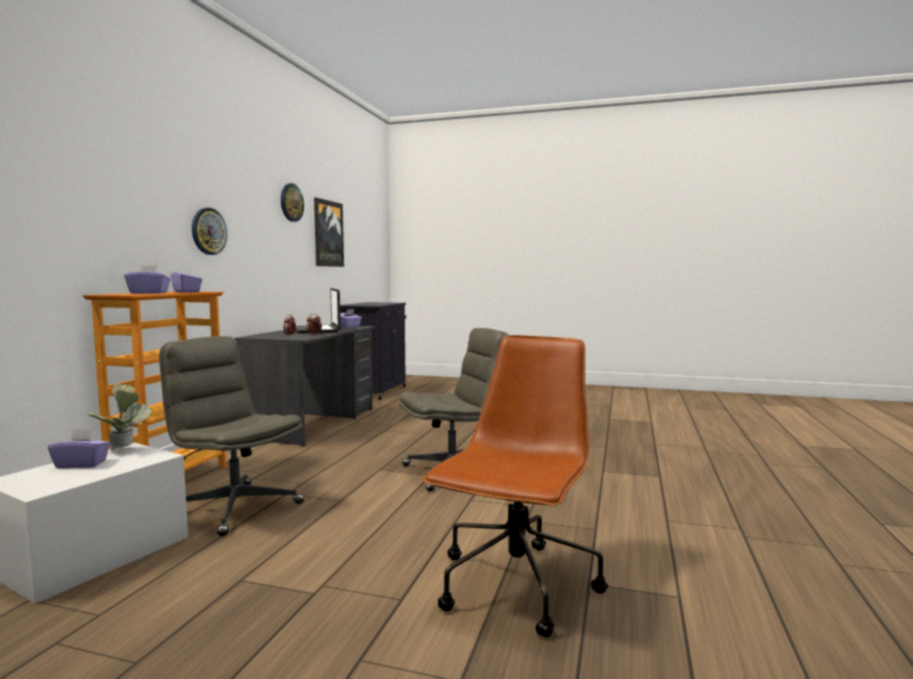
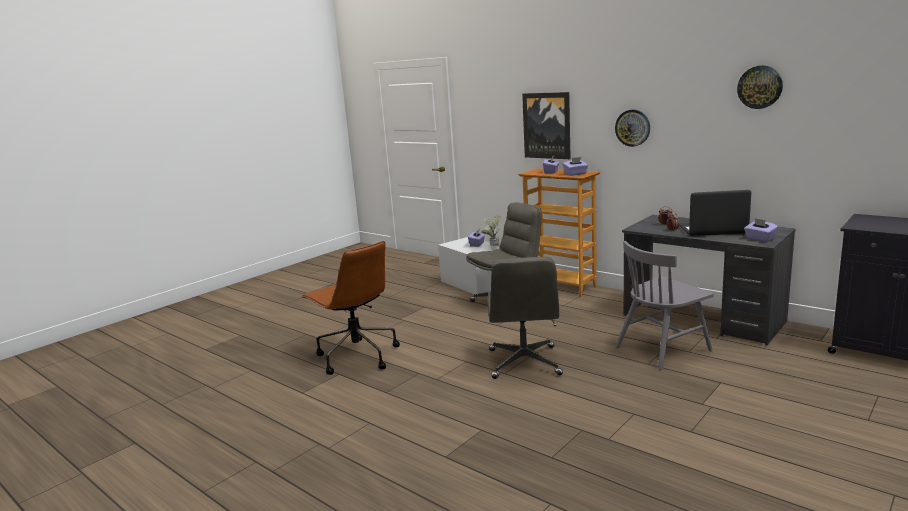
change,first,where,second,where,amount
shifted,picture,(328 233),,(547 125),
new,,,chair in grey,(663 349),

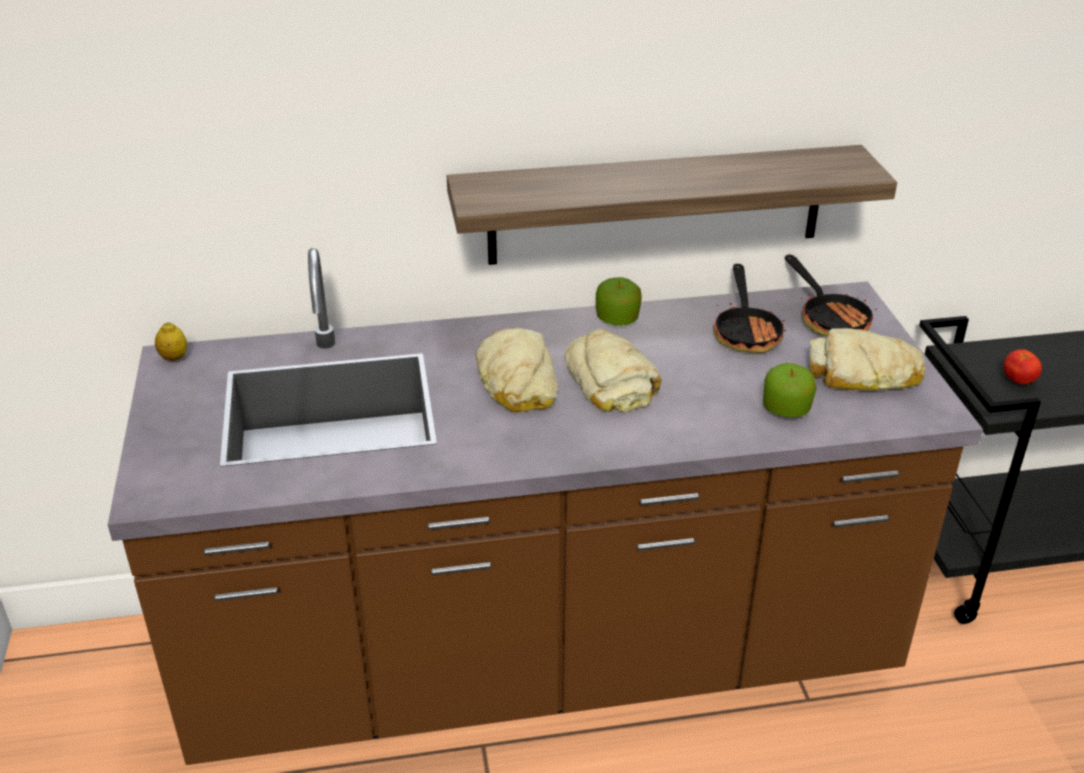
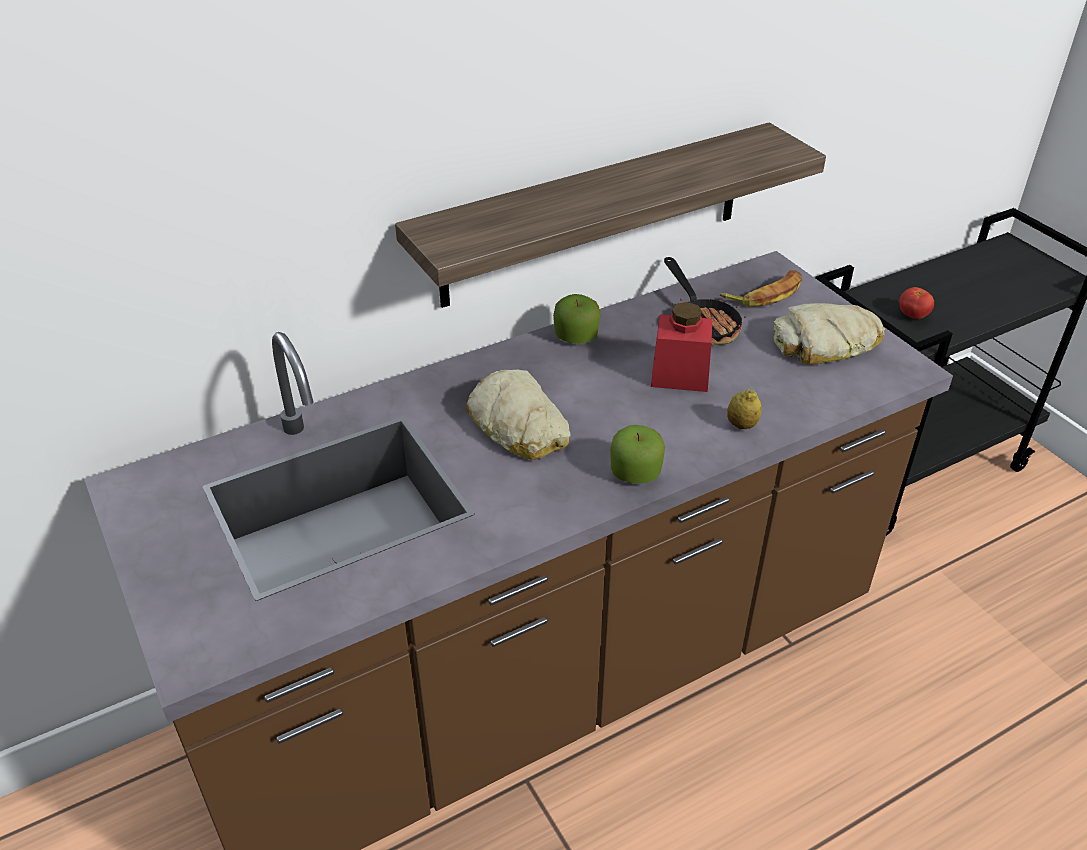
change,first,where,second,where,amount
shifted,lemon,(174 358),,(742 425),
gone,bread,(610 382),,,
shifted,apple,(786 409),,(635 472),
swapped,frying pan,(829 318),banana,(765 294),
new,,,jar in red,(680 375),

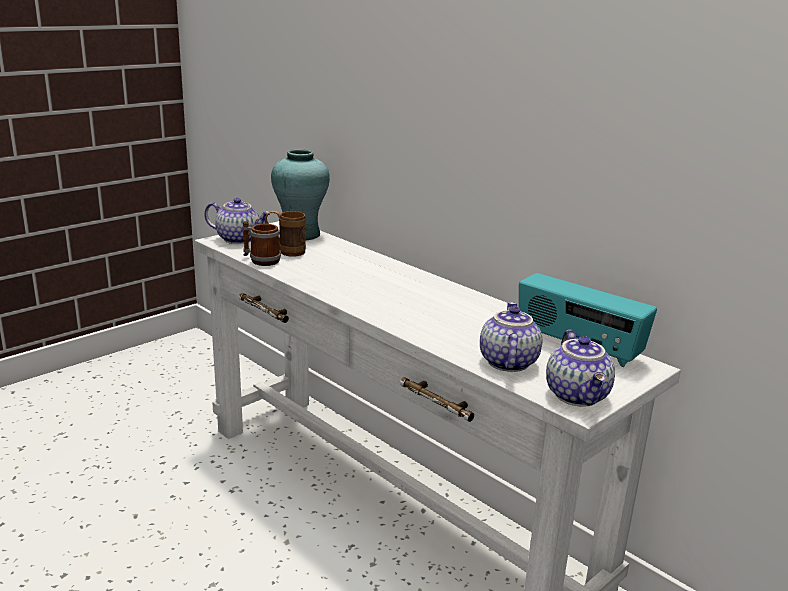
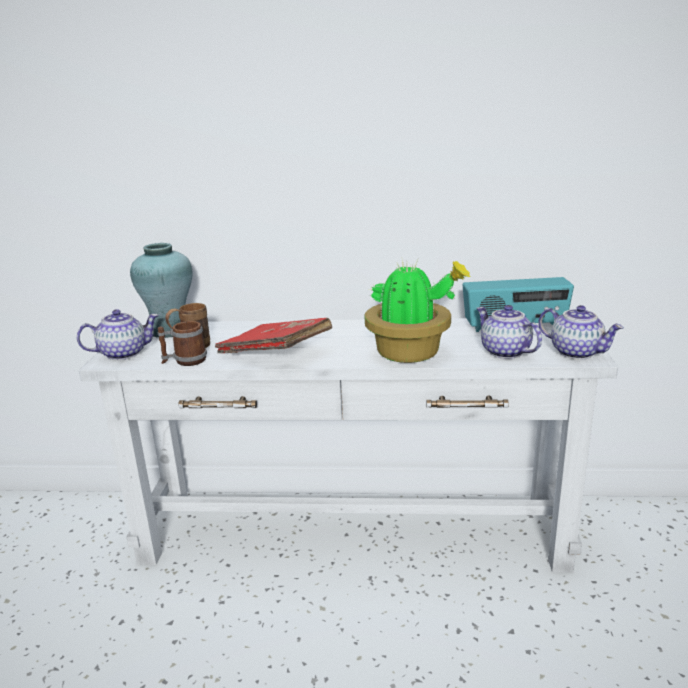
change,first,where,second,where,amount
new,,,book in red,(275 353),
new,,,potted plant,(411 353),

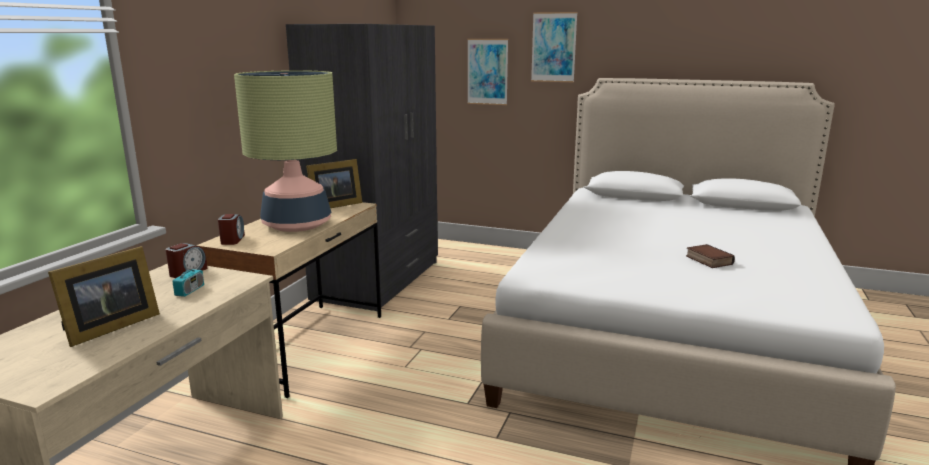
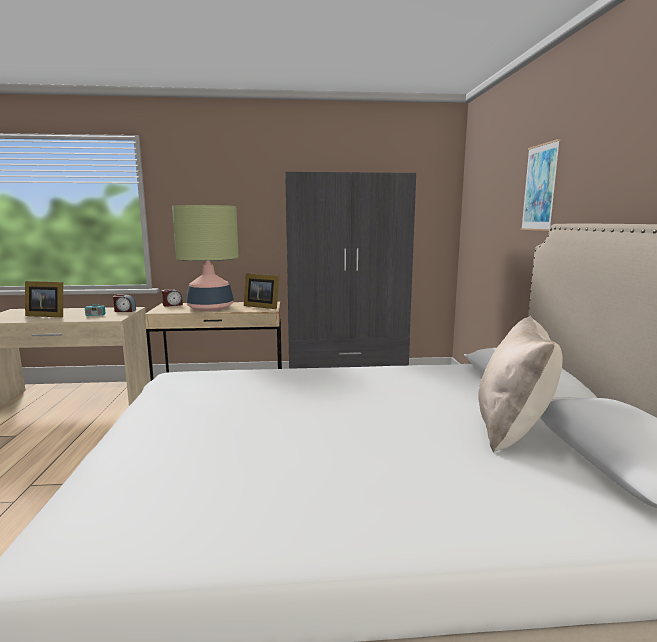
change,first,where,second,where,amount
gone,picture,(487 72),,,
gone,book,(707 260),,,
new,,,pillow in beige,(512 429),

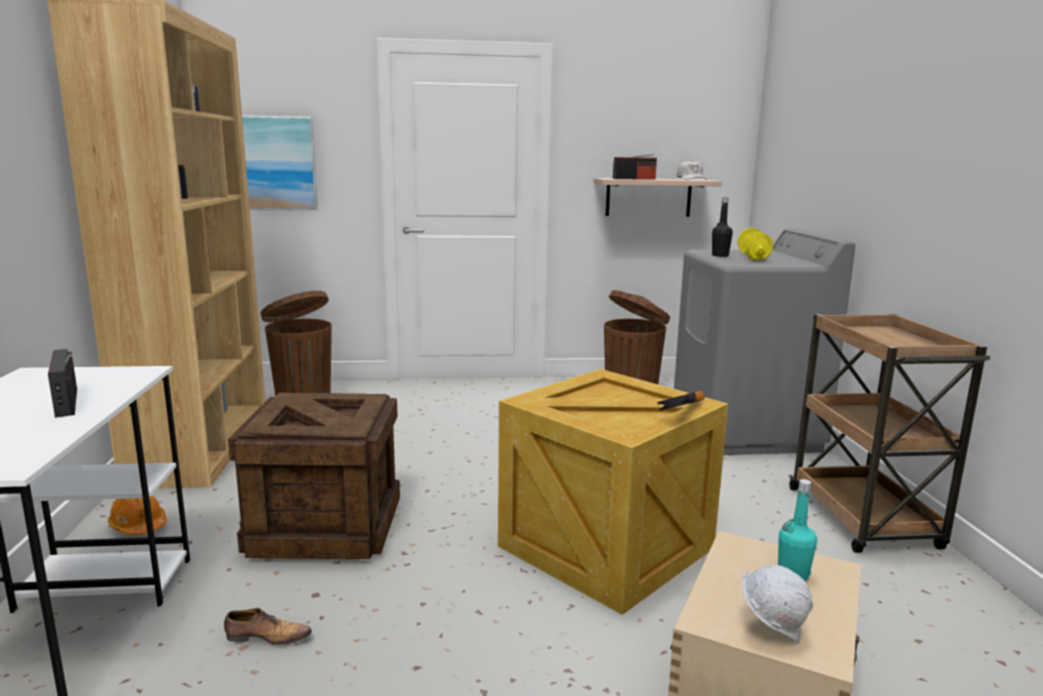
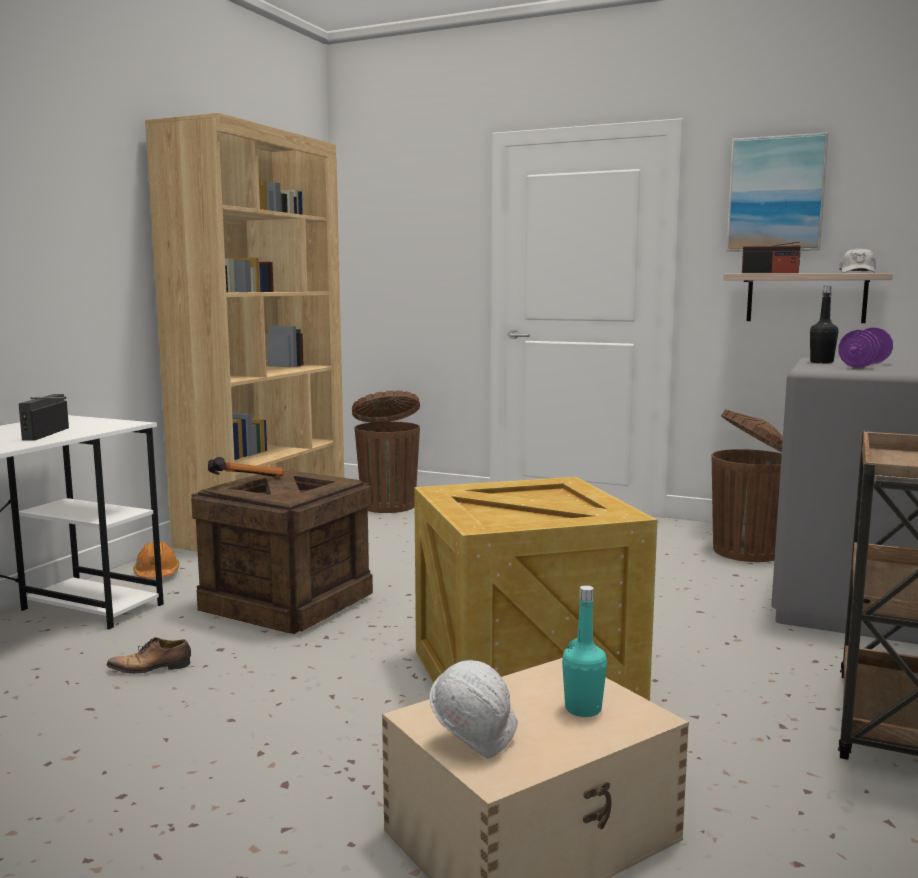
change,first,where,second,where,amount
rotated,shoe,(267 637),,(151 668),135 degrees clockwise
shifted,picture,(278 163),,(776 194),
shifted,hammer,(680 413),,(245 481),
repainted,dumbbell in yellow,(753 257),dumbbell in purple,(864 365),

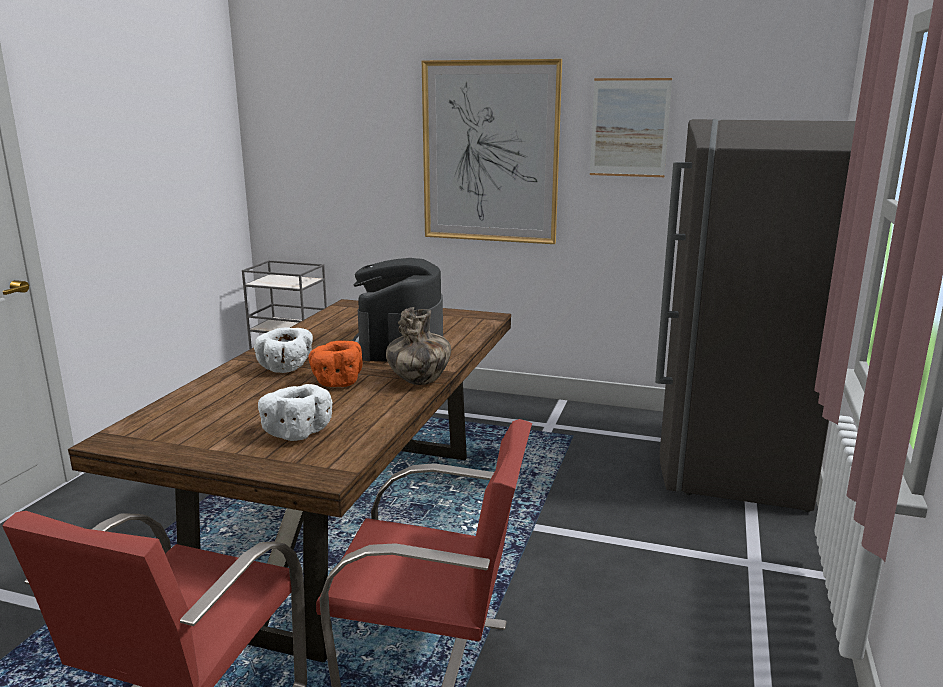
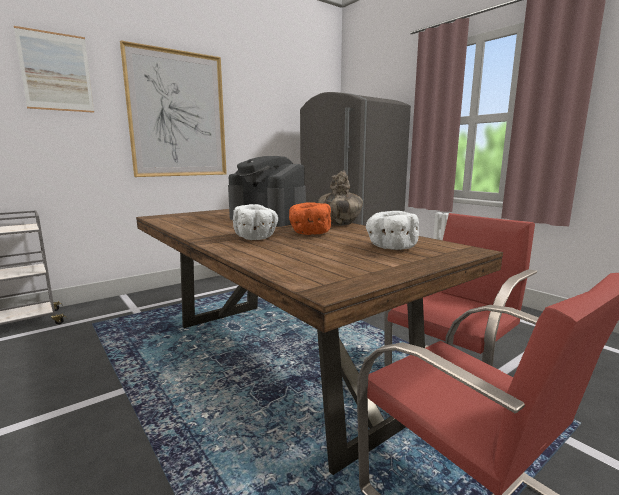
change,first,where,second,where,amount
shifted,picture,(629 128),,(56 72),

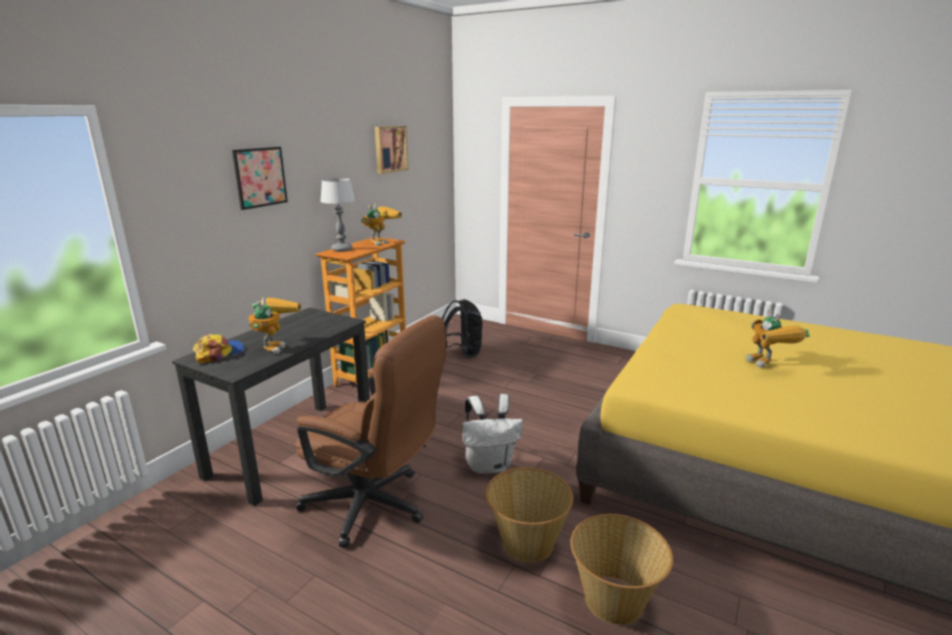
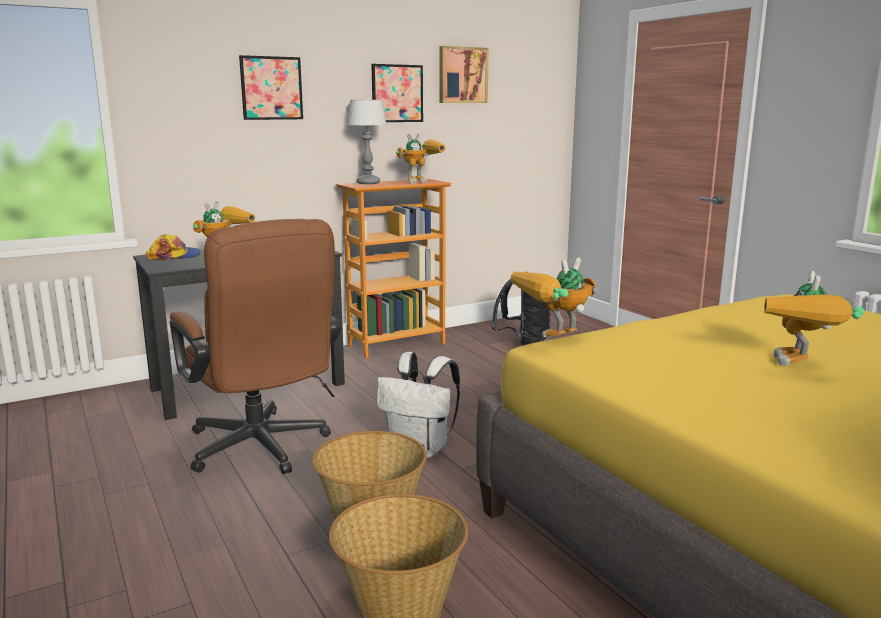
change,first,where,second,where,amount
new,,,picture,(397 93),
new,,,toy robot,(553 341),

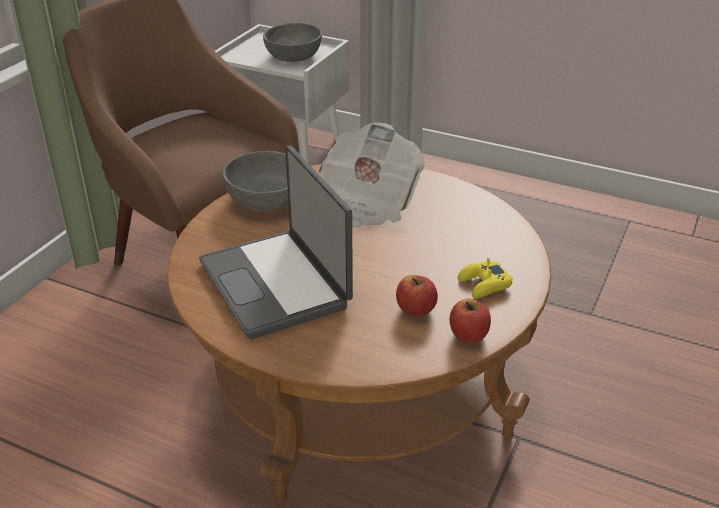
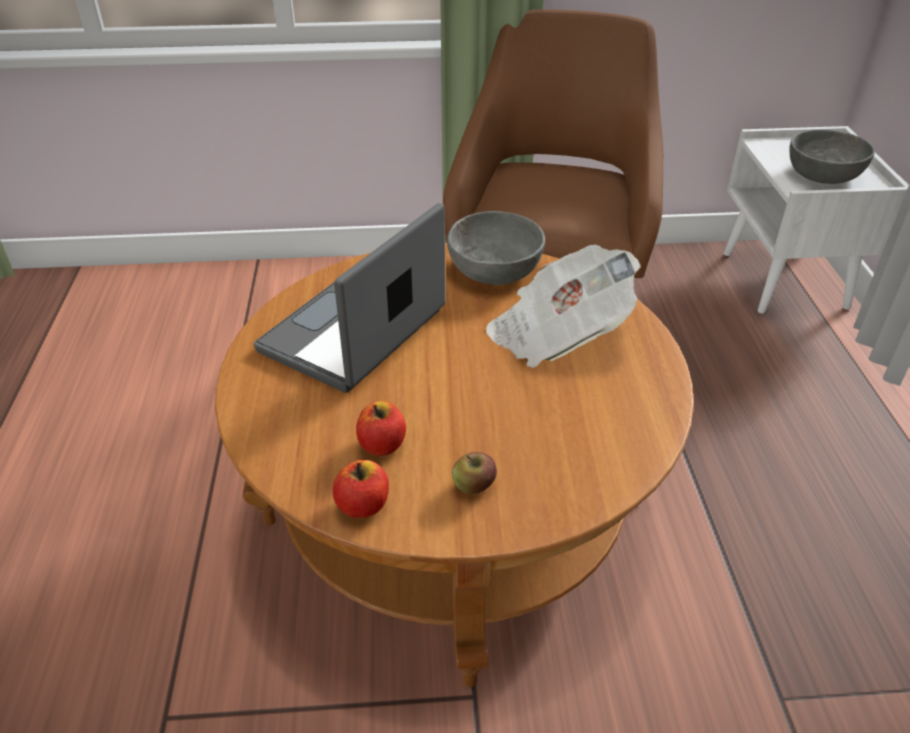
change,first,where,second,where,amount
swapped,game controller in yellow,(484 285),apple,(474 486),

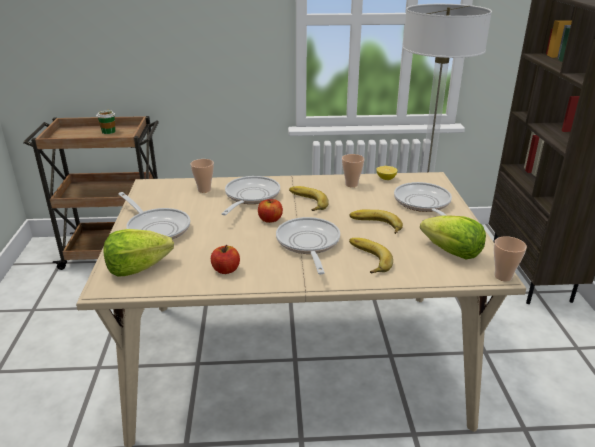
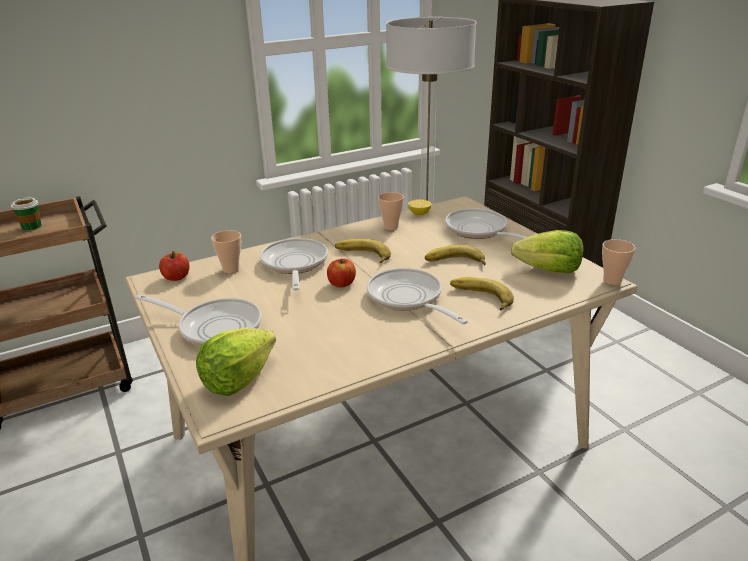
change,first,where,second,where,amount
shifted,apple,(226 270),,(176 277),

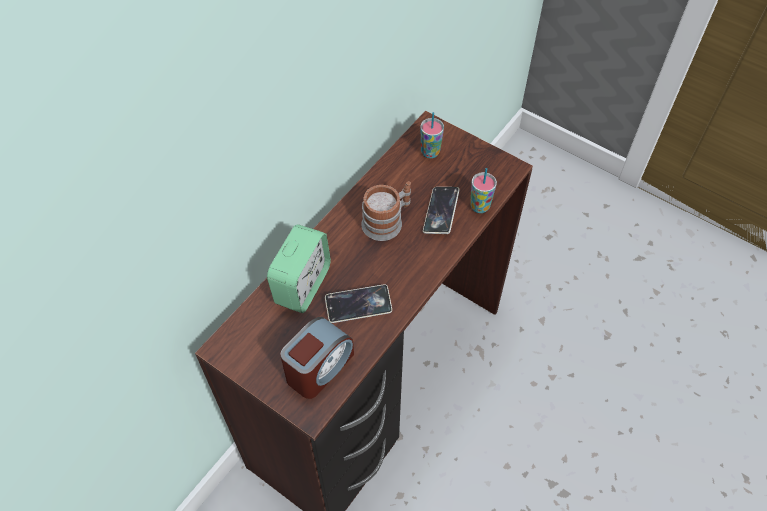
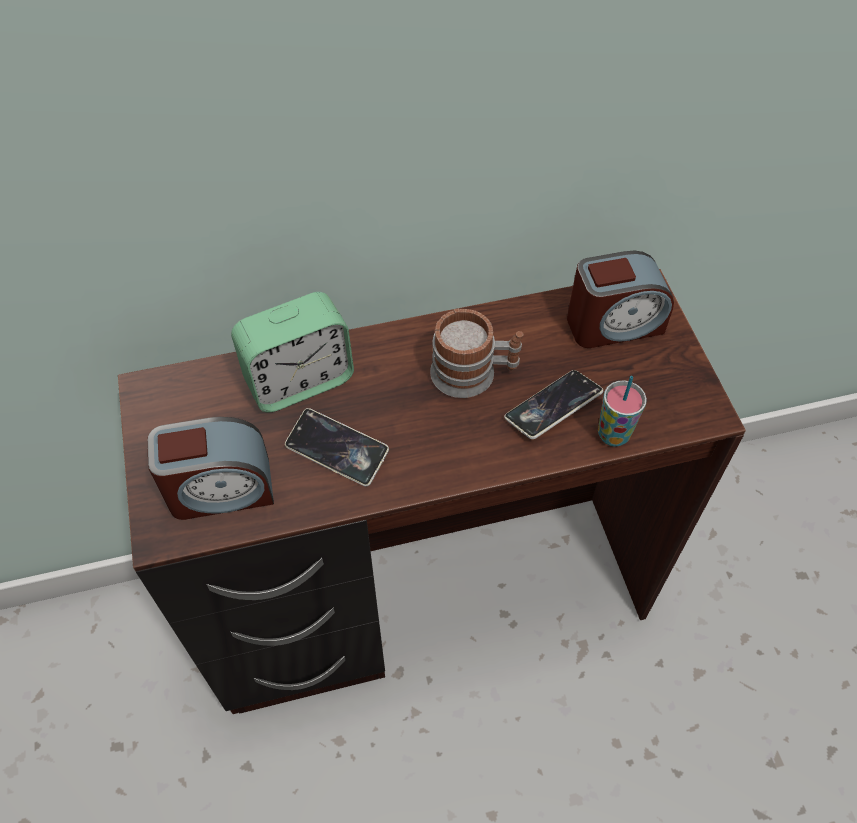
change,first,where,second,where,amount
swapped,cup,(430 152),alarm clock,(614 324),

